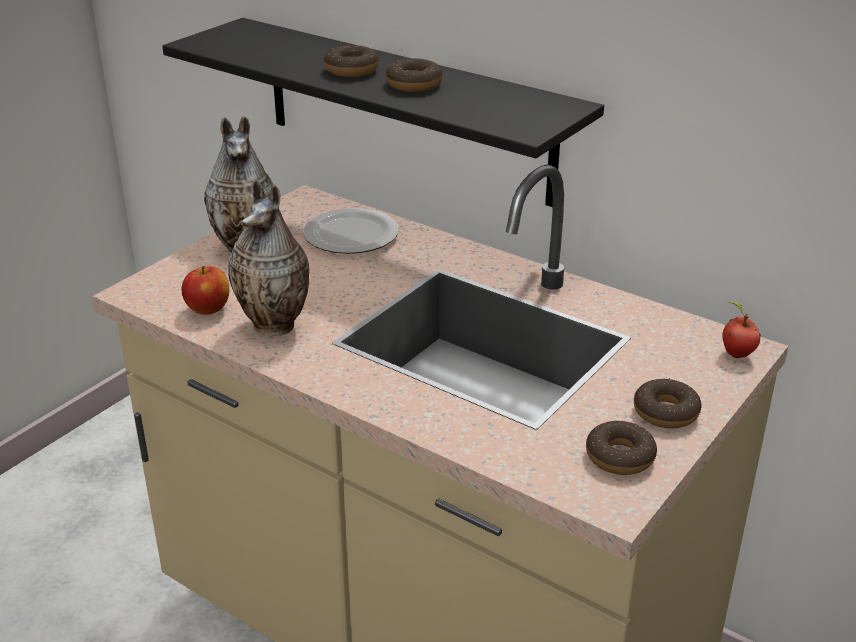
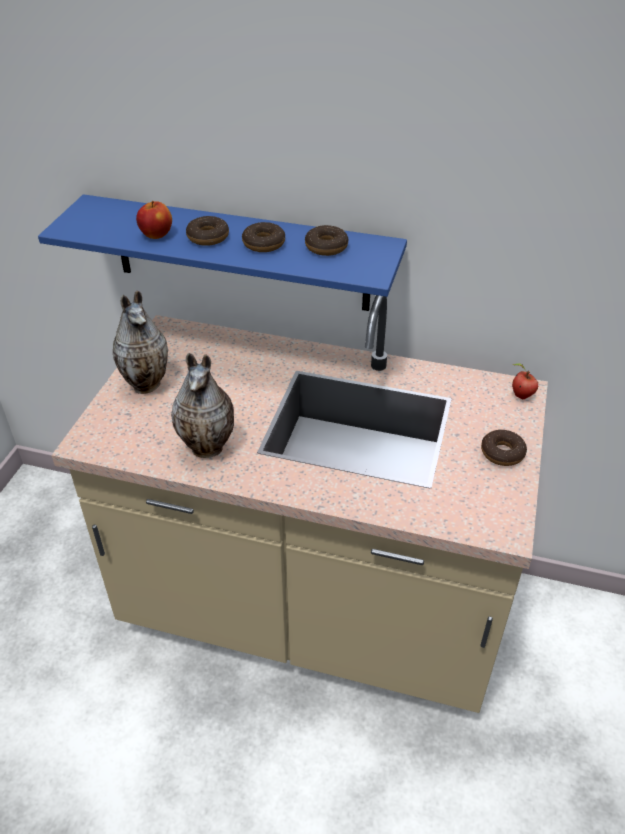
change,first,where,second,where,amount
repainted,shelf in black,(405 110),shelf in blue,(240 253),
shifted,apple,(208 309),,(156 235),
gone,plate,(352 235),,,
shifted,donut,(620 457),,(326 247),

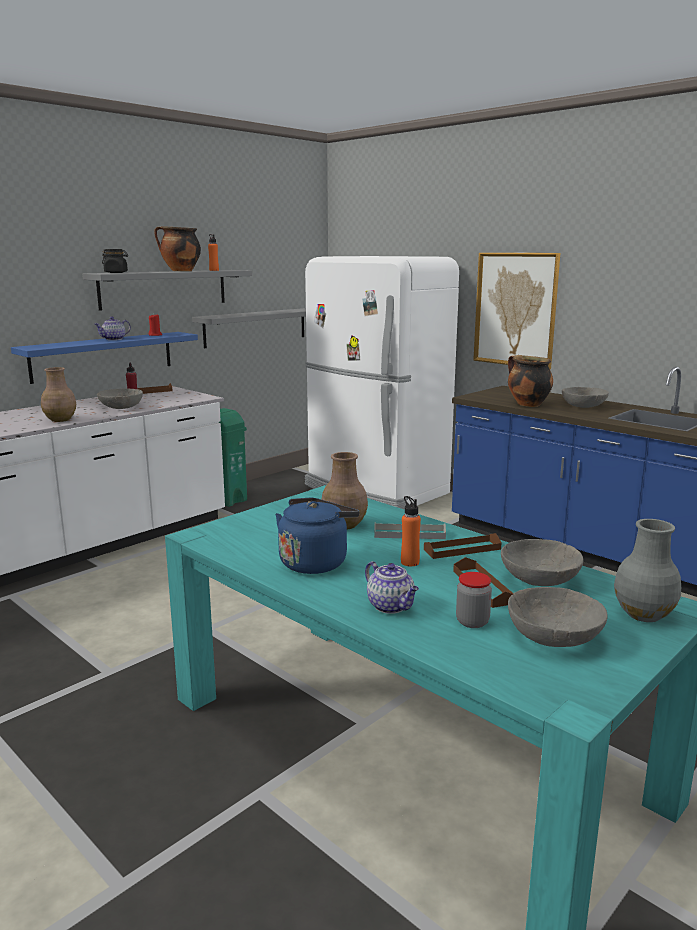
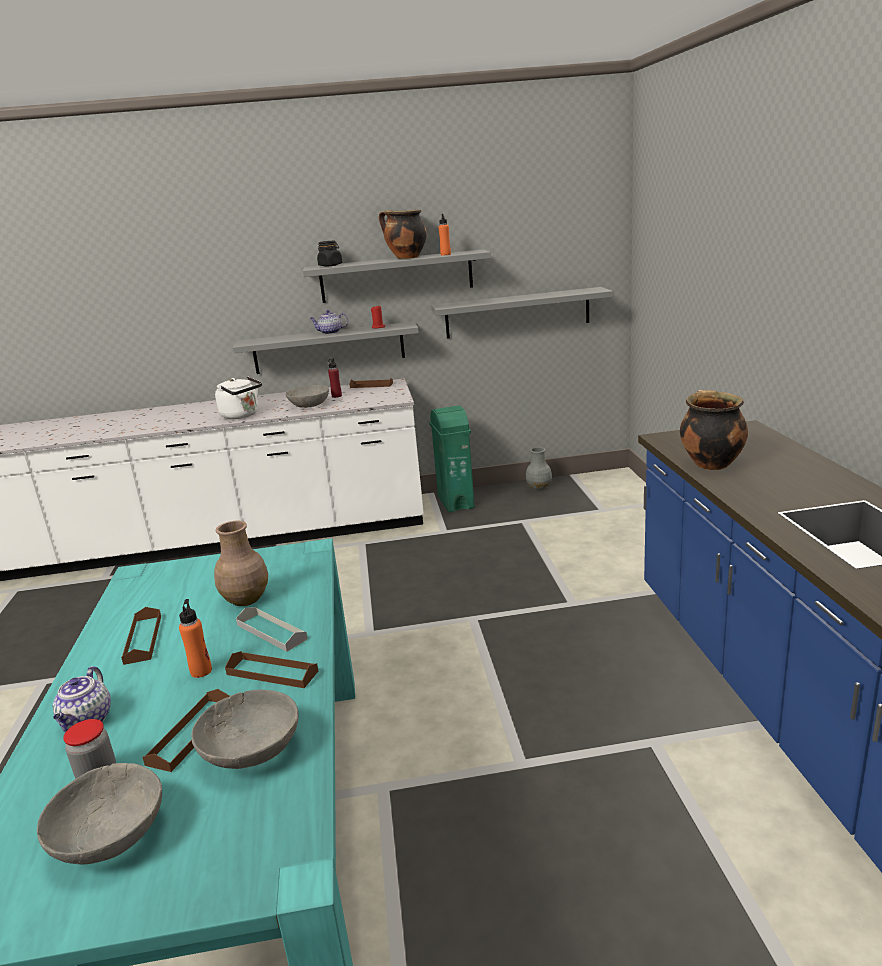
change,first,where,second,where,amount
repainted,shelf in blue,(103 356),shelf in grey,(329 348),
swapped,vase in brown,(60 420),kettle in white,(242 415),
swapped,kettle in blue,(315 562),tray in brown,(143 639),
gone,fridge in white,(375 490),,,
gone,picture,(515 309),,,
gone,bowl in grey,(584 406),,,
shifted,vase in grey,(644 614),,(539 488),

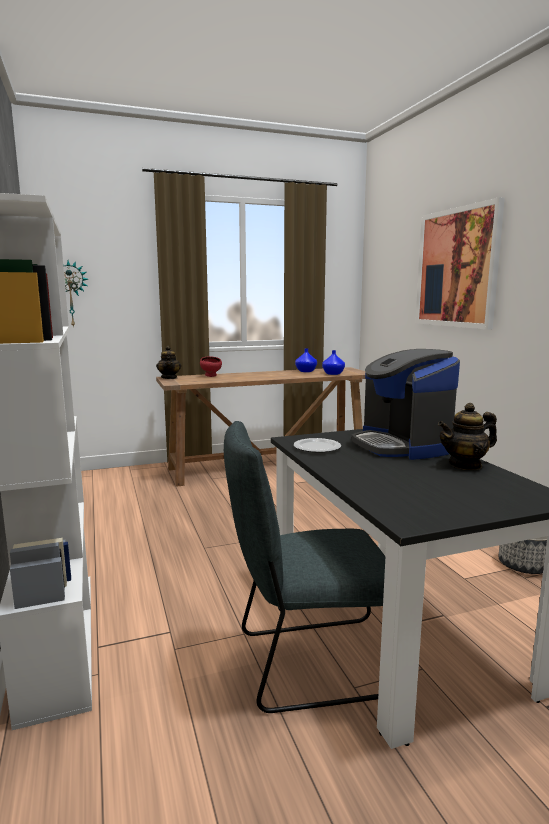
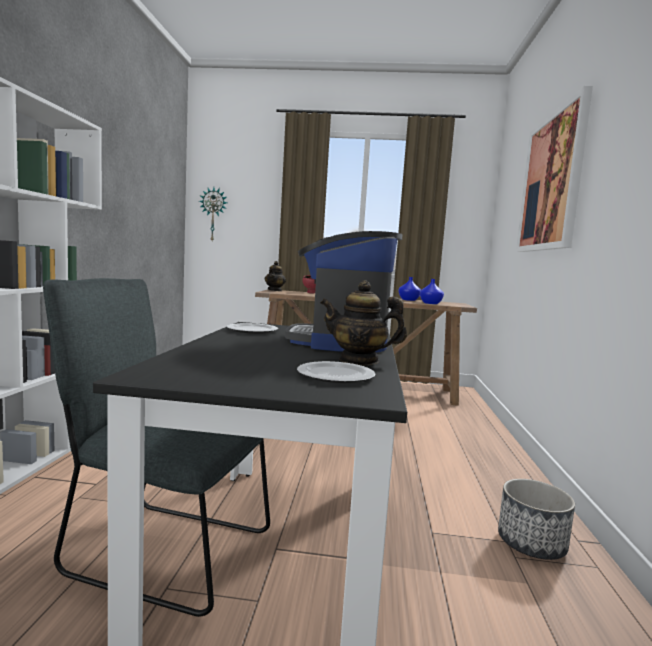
change,first,where,second,where,amount
new,,,plate,(334 375),

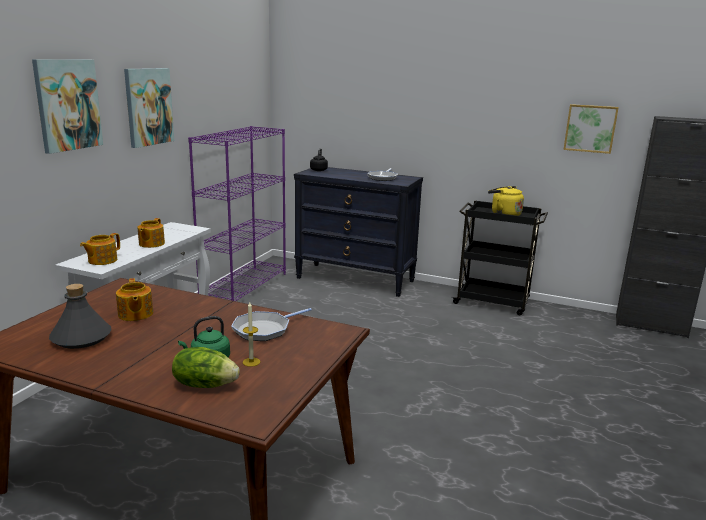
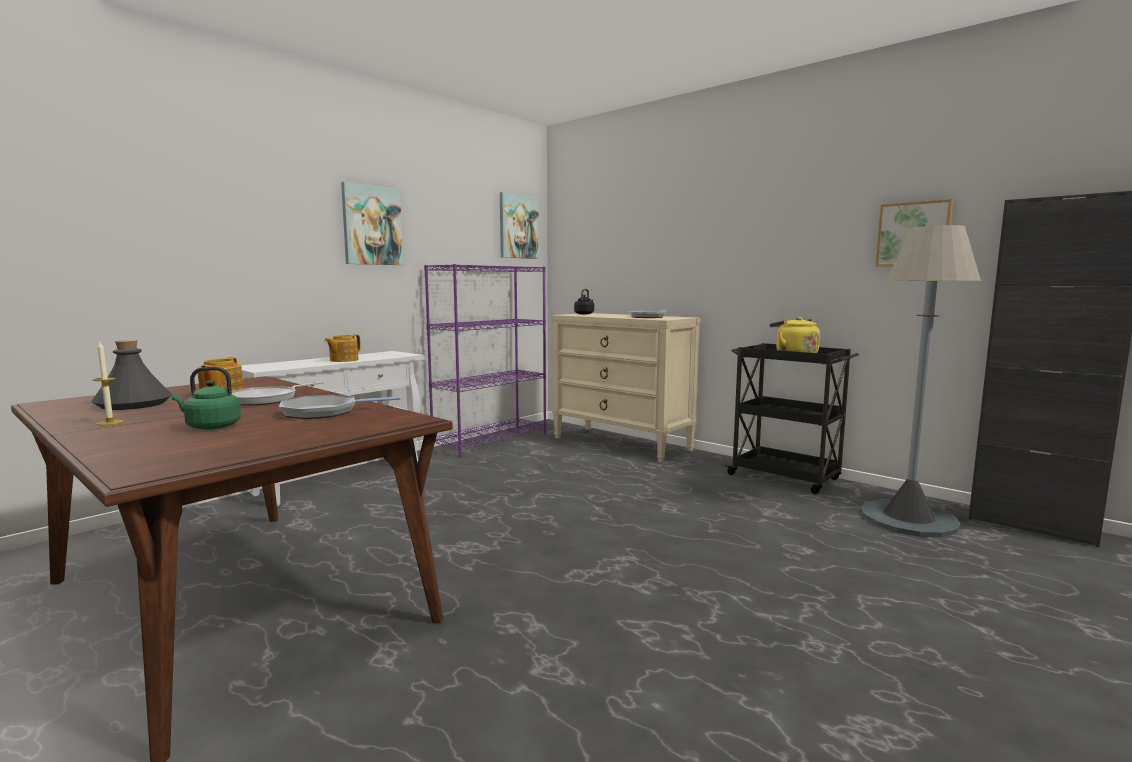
change,first,where,second,where,amount
shifted,picture,(67 105),,(518 227),
gone,teapot,(102 260),,,
gone,lettuce,(205 384),,,
shifted,candle,(251 362),,(110 422),
repainted,dresser in black,(355 279),dresser in beige,(622 443),
new,,,frying pan,(267 399),
new,,,floor lamp in grey,(908 519),

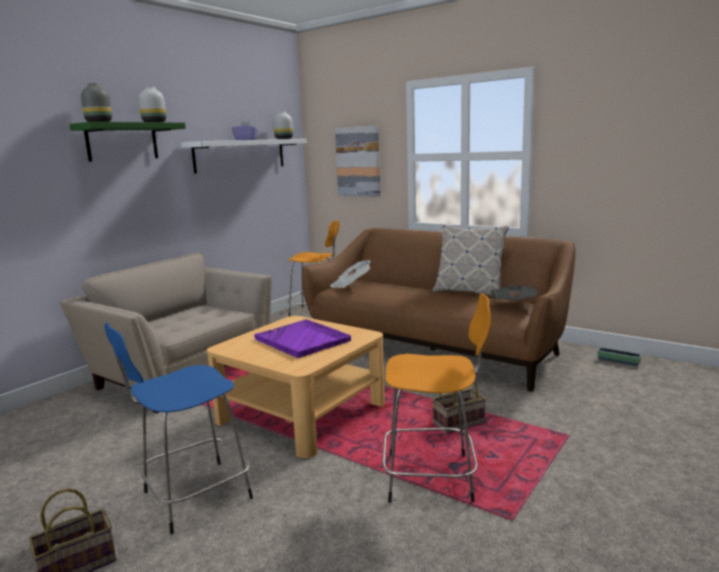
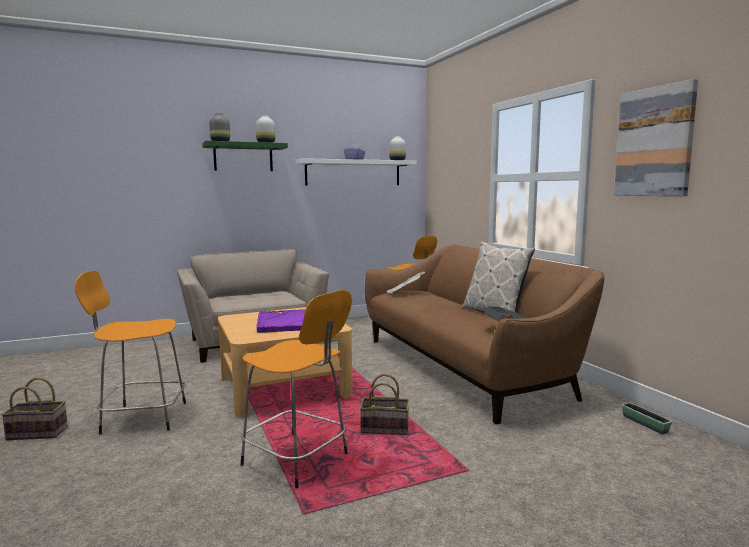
change,first,where,second,where,amount
repainted,stool in blue,(193 497),stool in orange,(141 417),
shifted,picture,(358 161),,(654 142),

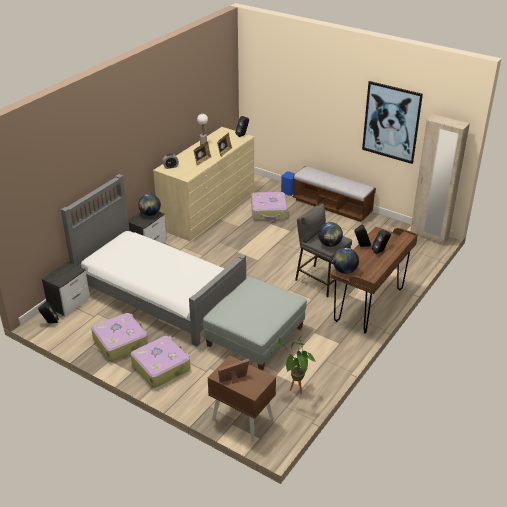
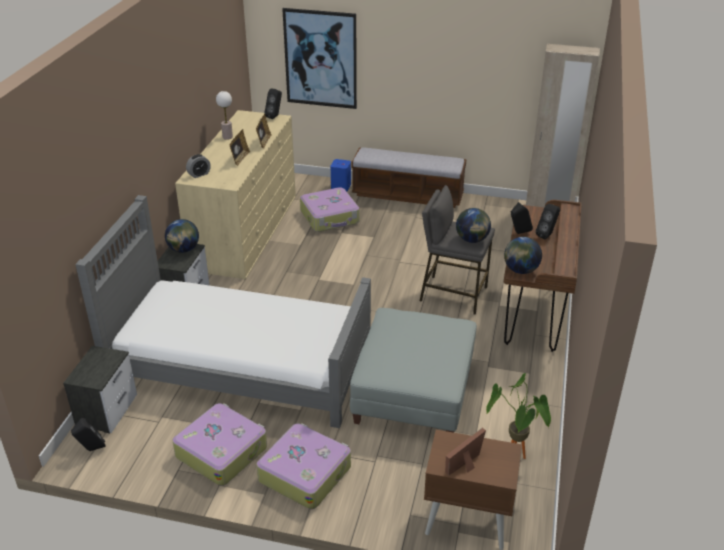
change,first,where,second,where,amount
shifted,picture,(391 122),,(320 59),

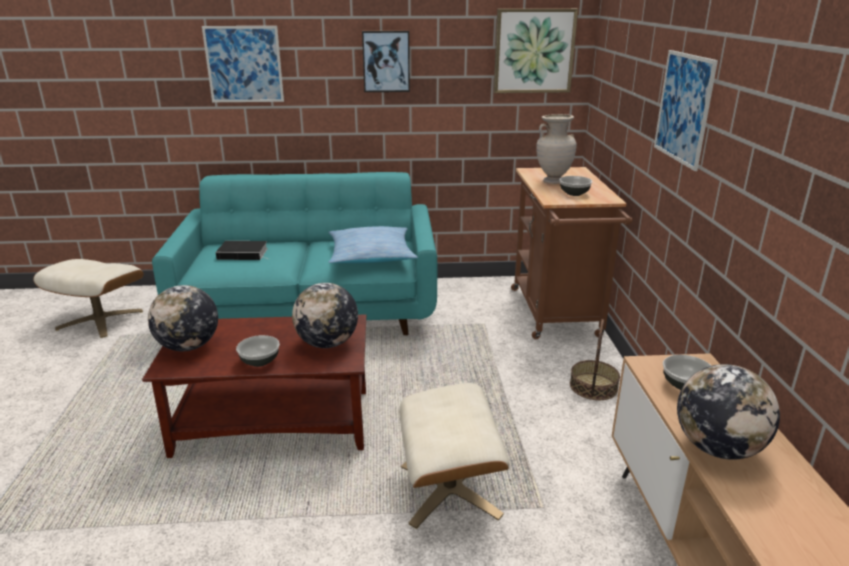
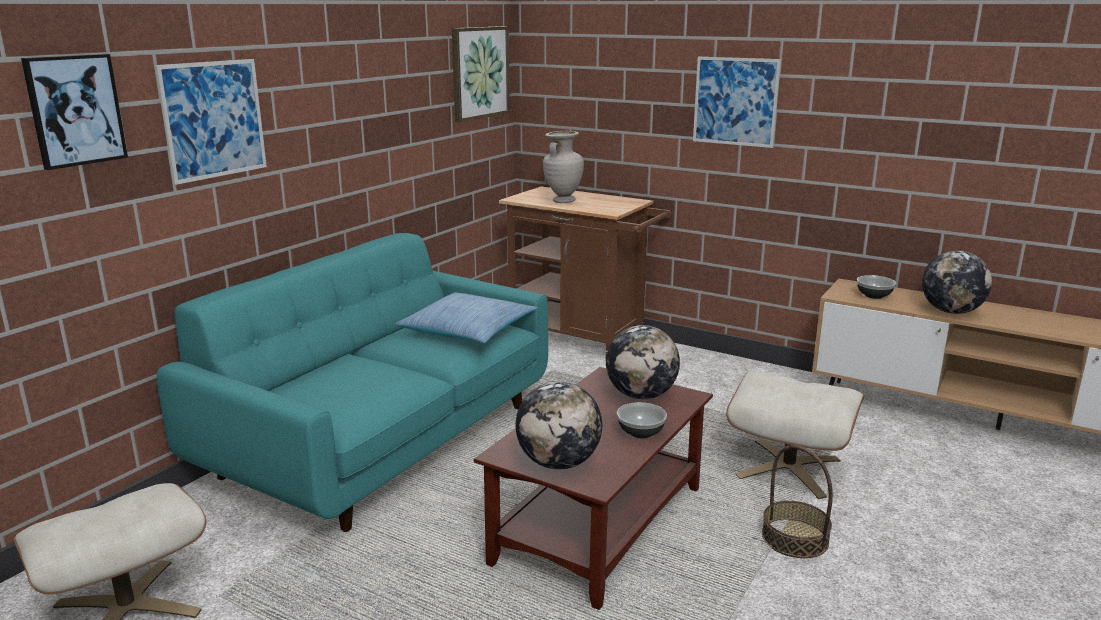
change,first,where,second,where,amount
gone,book,(244 253),,,
shifted,picture,(386 61),,(75 110),
gone,bowl,(574 193),,,
shifted,basket,(593 386),,(795 538),

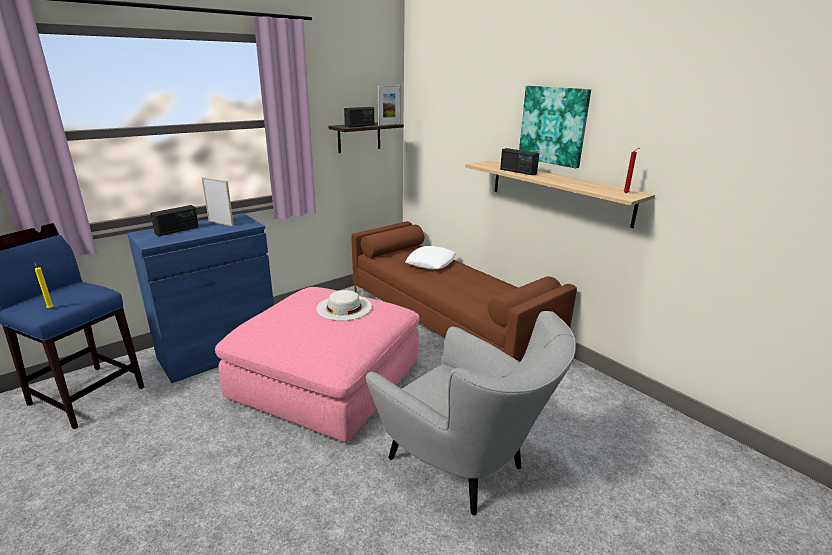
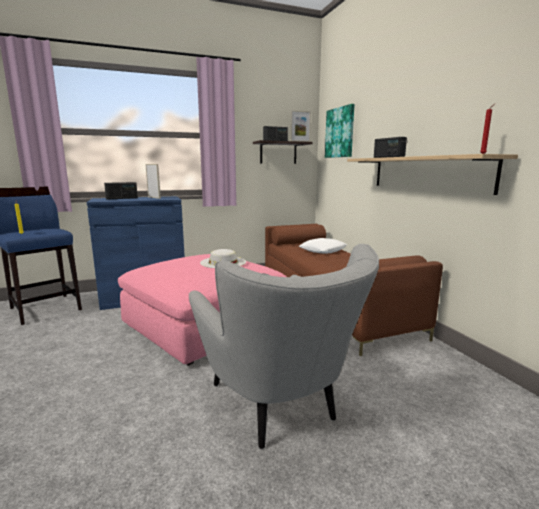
change,first,where,second,where,amount
shifted,picture,(553 125),,(340 132),

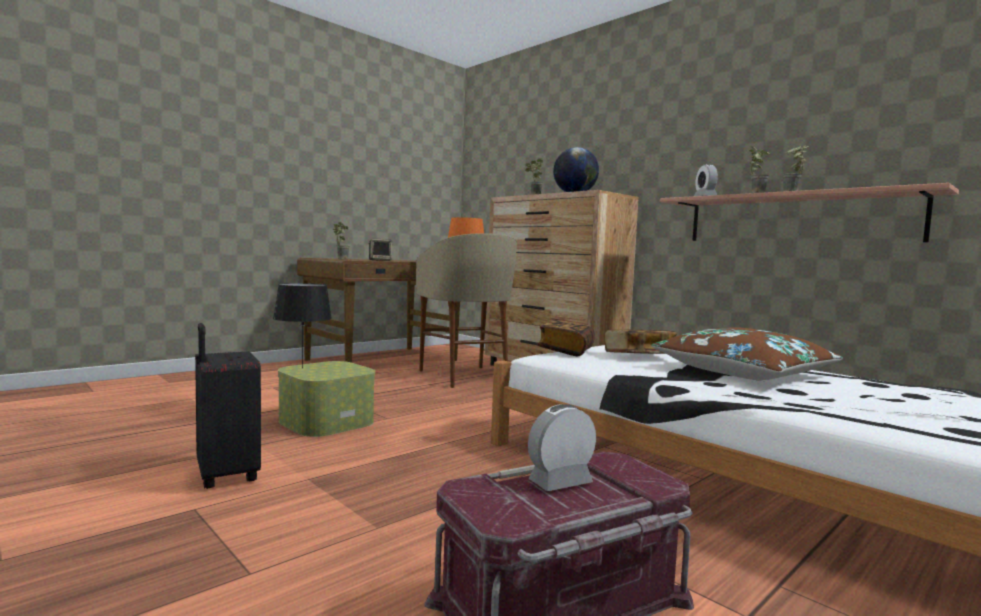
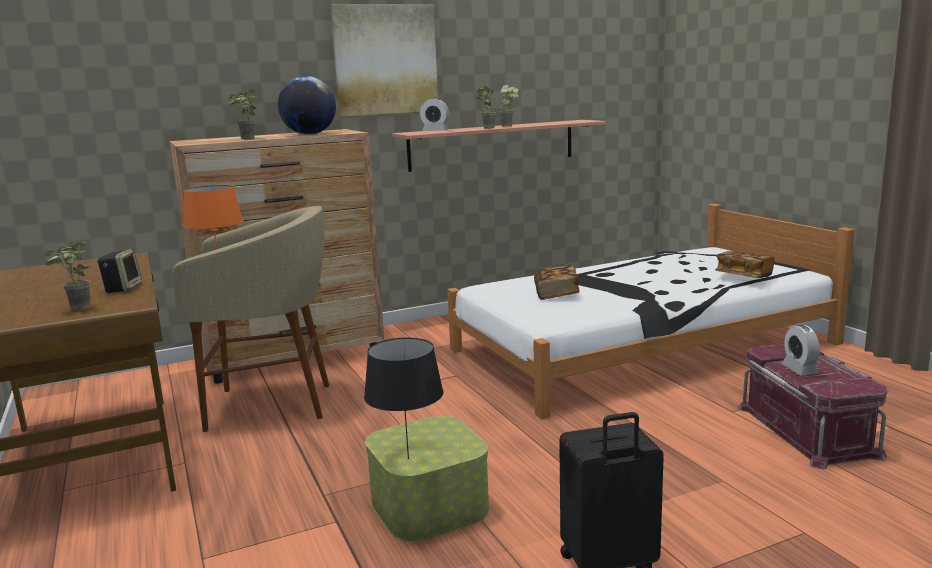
change,first,where,second,where,amount
shifted,book,(566 351),,(743 276),
gone,pillow in brown,(743 372),,,
new,,,picture,(385 60),

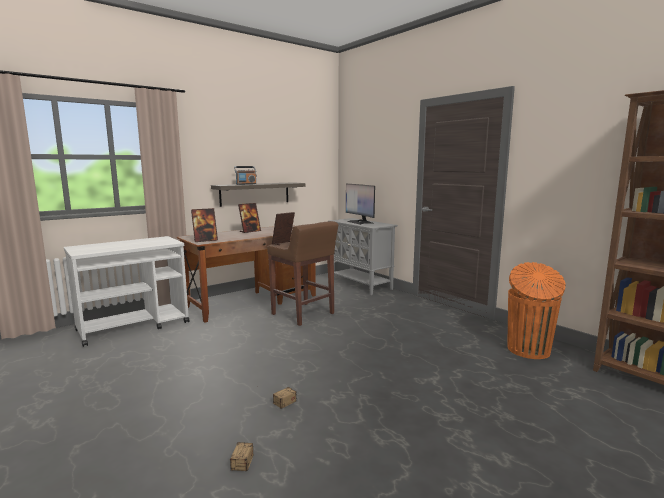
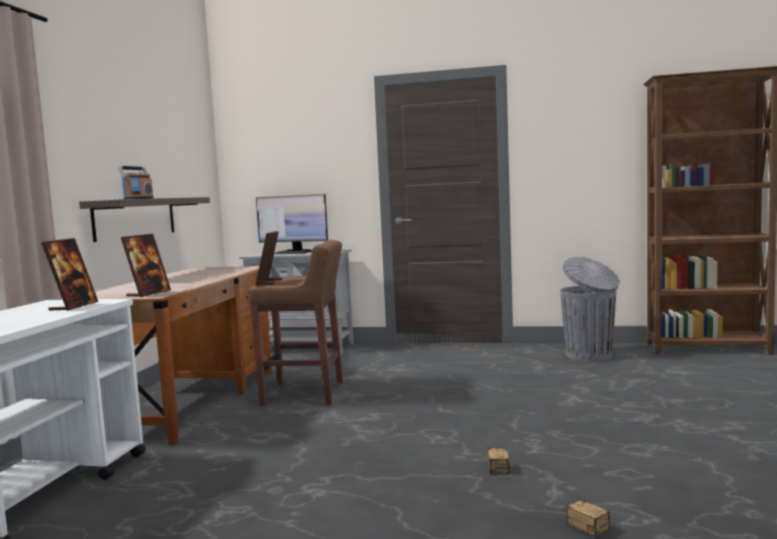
change,first,where,second,where,amount
shifted,picture frame,(250 231),,(73 306),
repainted,trash can in orange,(528 350),trash can in grey,(590 355),

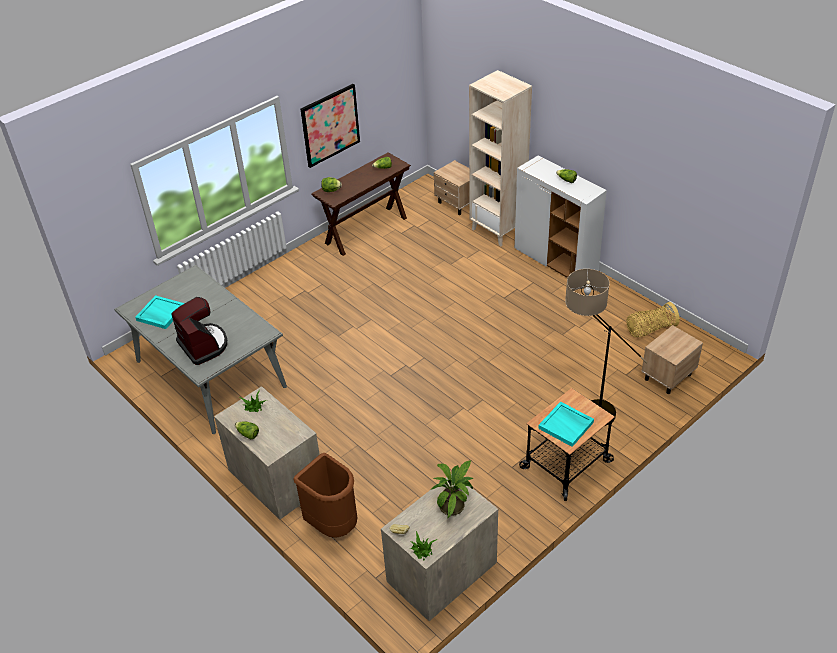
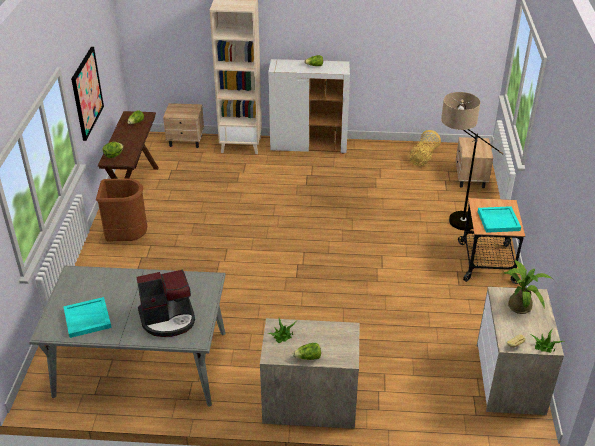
change,first,where,second,where,amount
rotated,coffee machine,(204 345),,(168 319),150 degrees clockwise
shifted,trash can in brown,(333 524),,(126 238),

